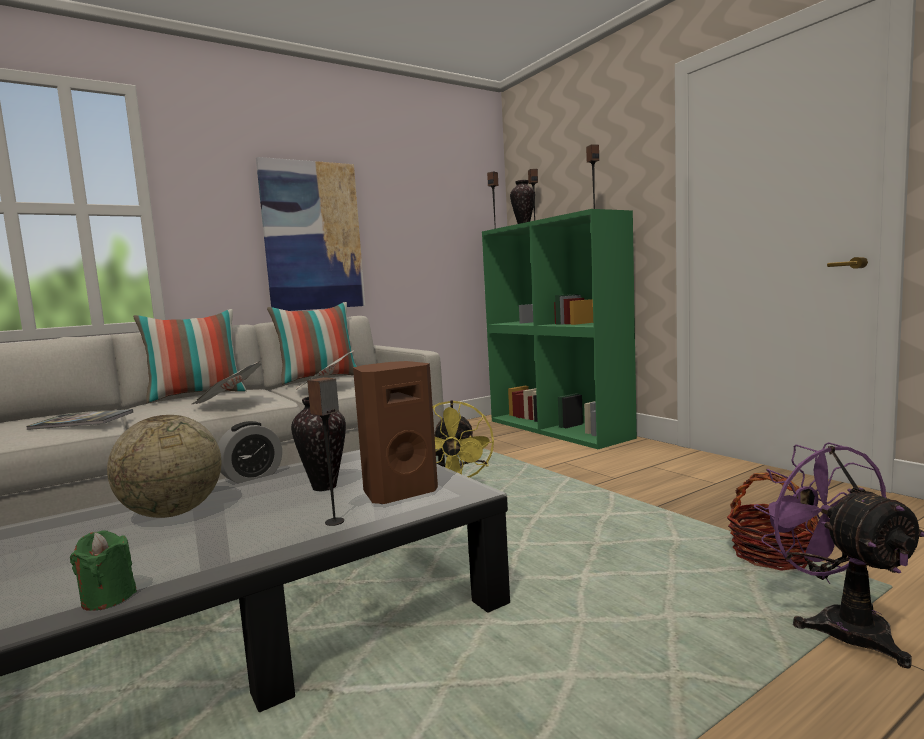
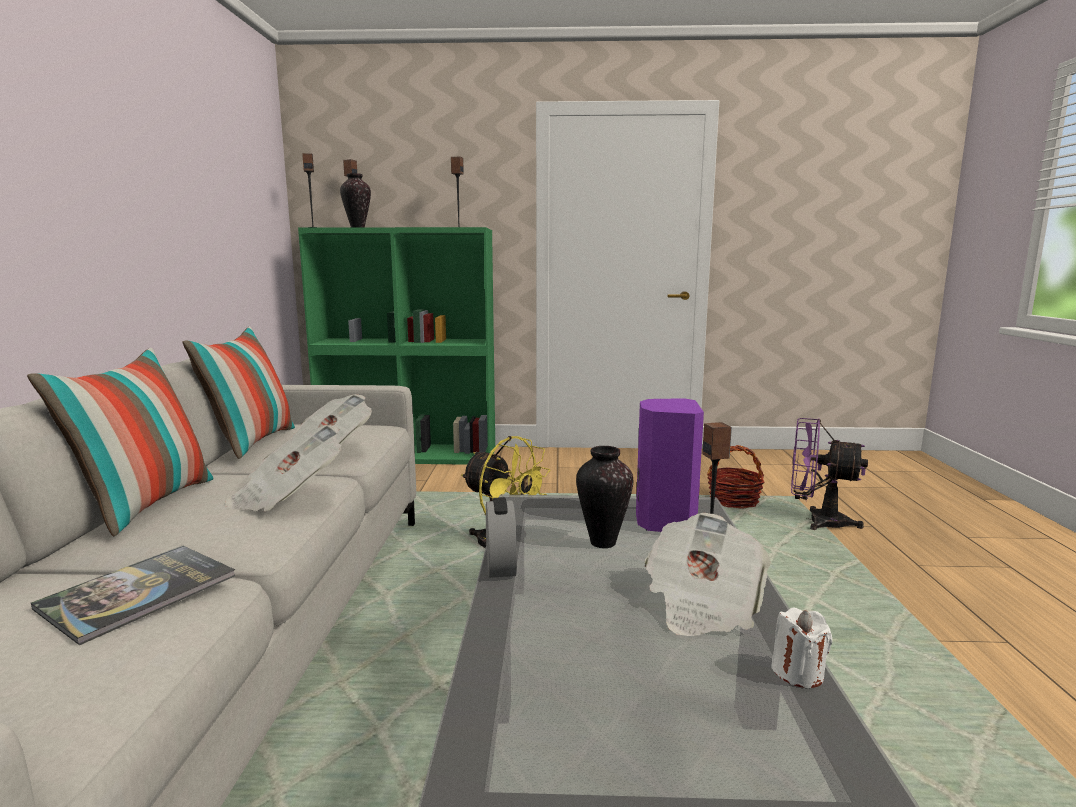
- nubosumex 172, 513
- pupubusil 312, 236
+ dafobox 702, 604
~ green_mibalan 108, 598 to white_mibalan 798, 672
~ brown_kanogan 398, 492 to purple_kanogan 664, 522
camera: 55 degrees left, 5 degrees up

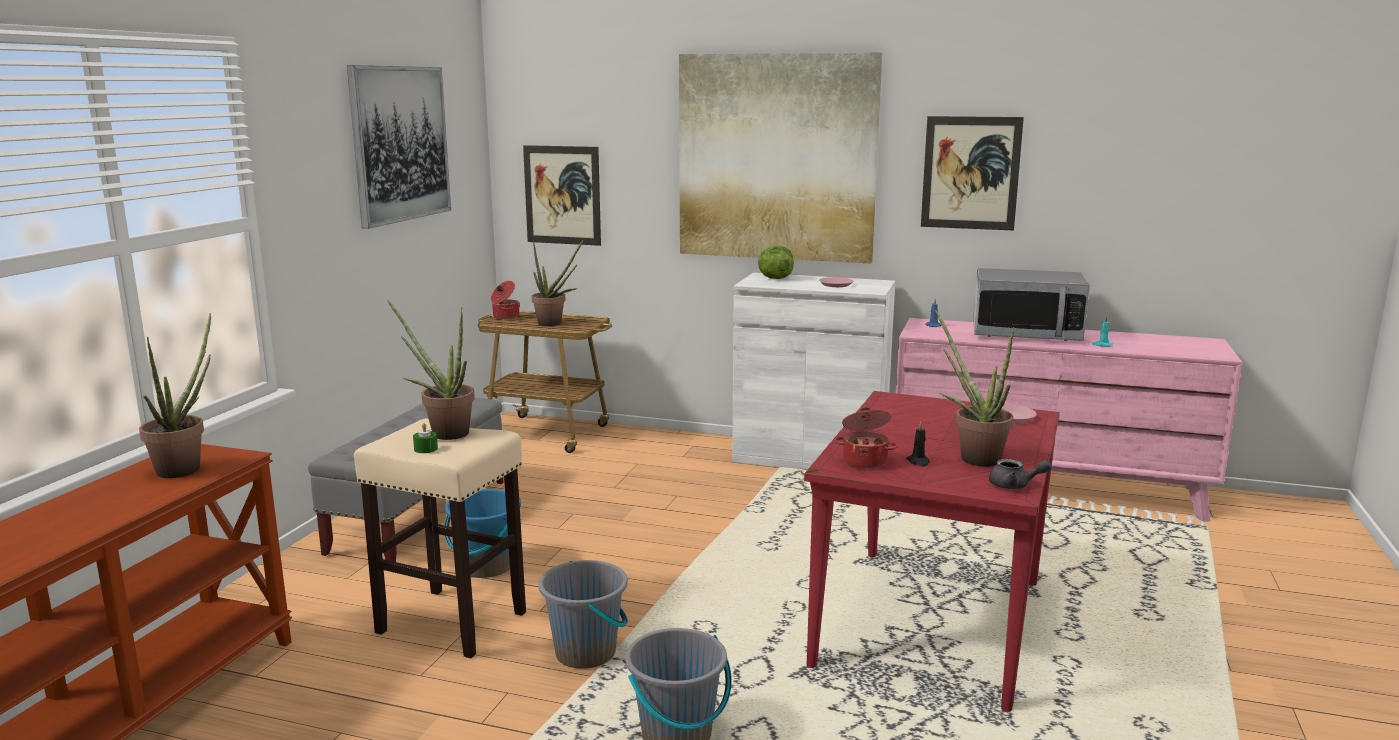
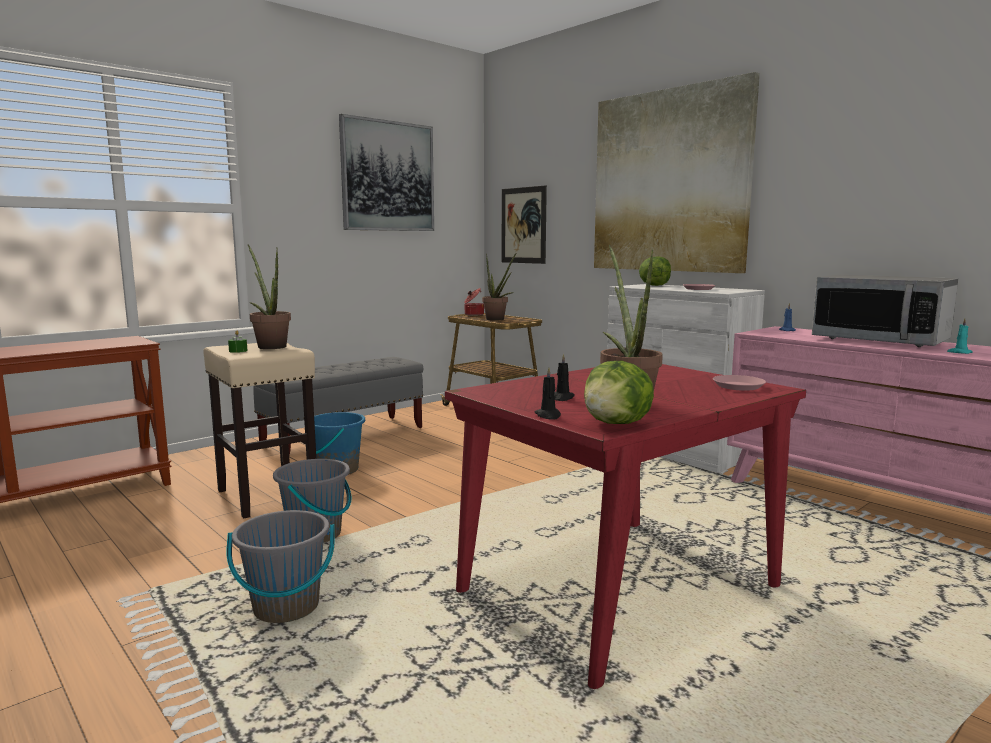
- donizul 185, 467
- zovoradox 865, 461
- pupubusil 970, 173
+ black_mibalan 548, 416
~ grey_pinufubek 1014, 486 to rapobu 617, 424
camera: 30 degrees right, 5 degrees down

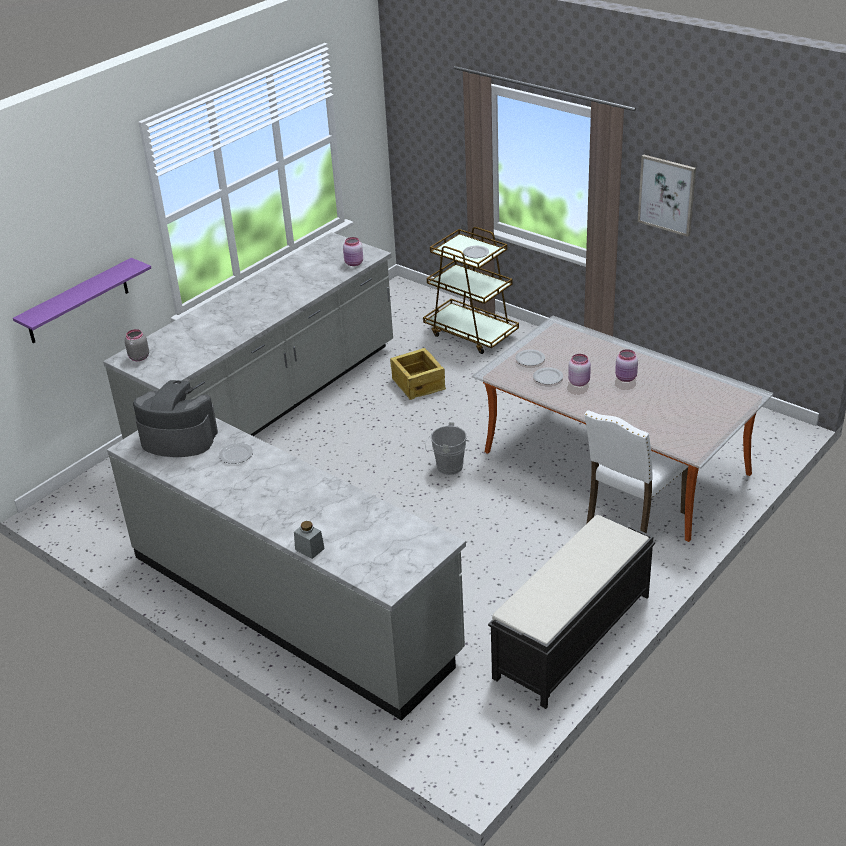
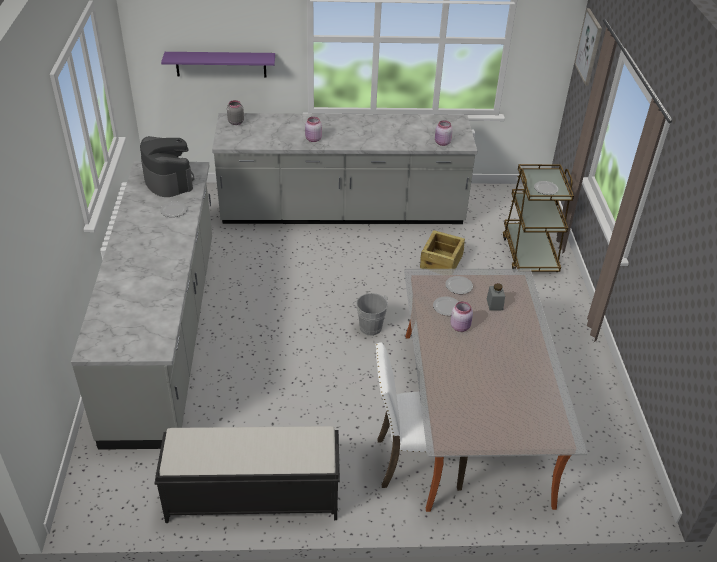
~ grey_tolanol 309, 549 to 494, 304
~ pink_tolanol 626, 378 to 313, 139
~ pupubusil 667, 194 to 589, 46
camera: 45 degrees right, 5 degrees up

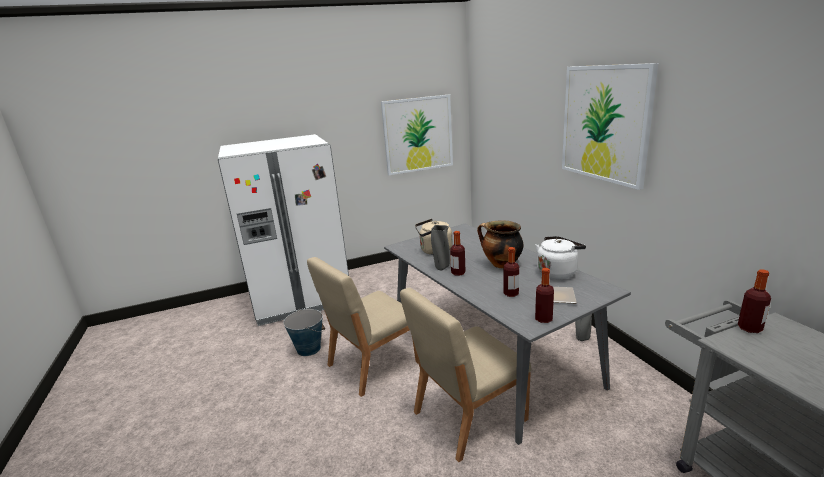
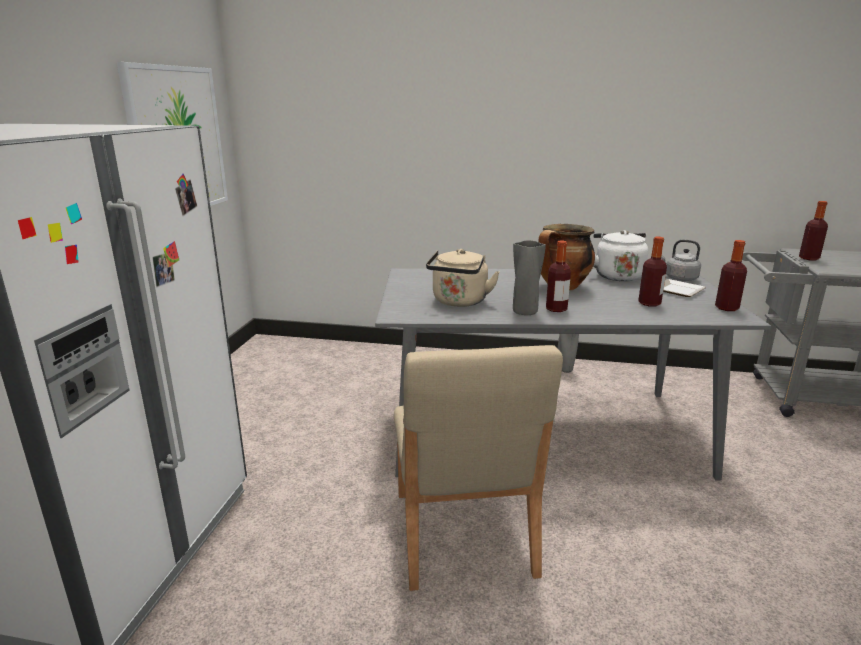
- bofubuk 308, 349
- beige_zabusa 467, 416
- pupubusil 605, 123
+ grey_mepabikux 679, 278
camera: 60 degrees left, 0 degrees up

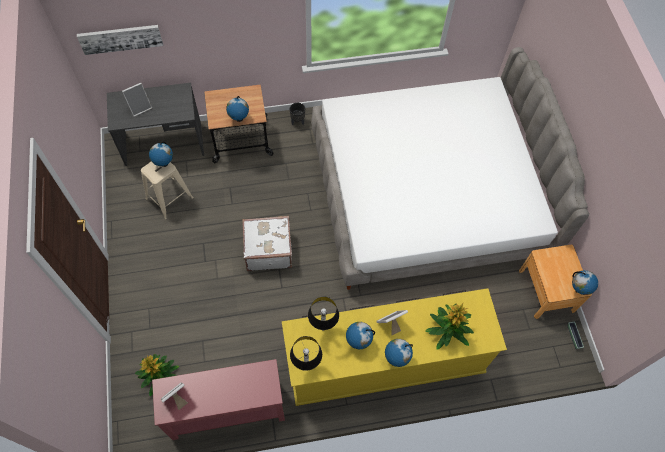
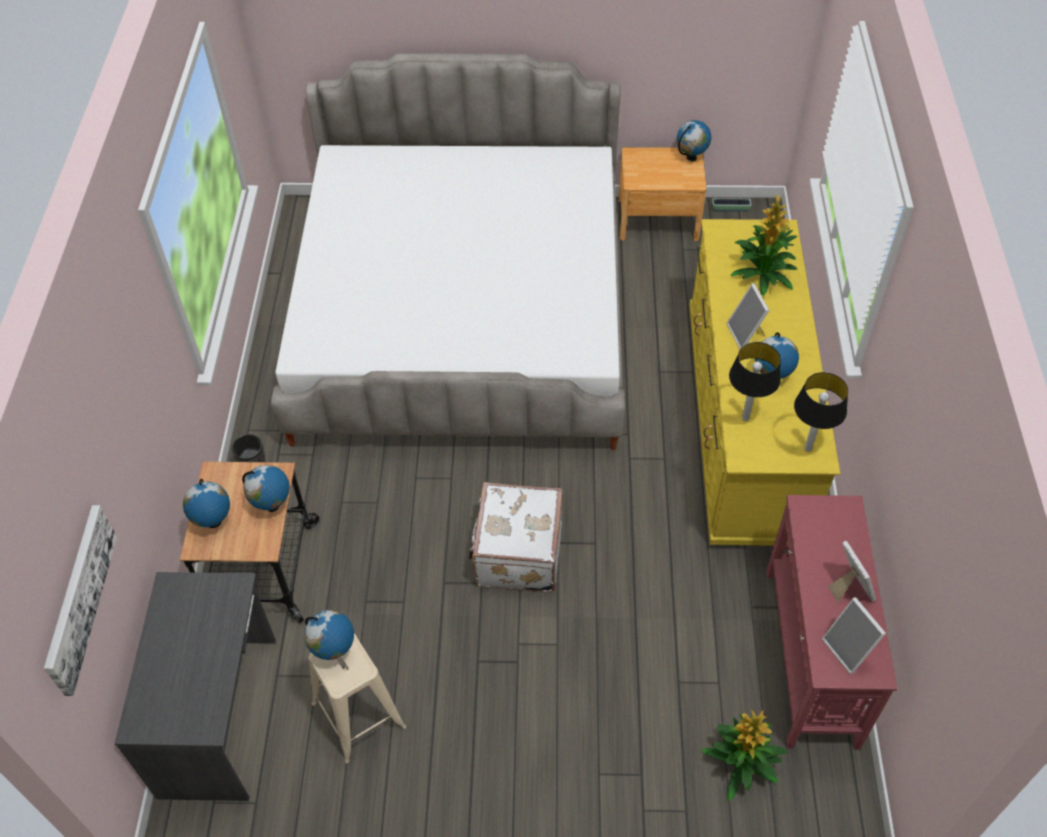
~ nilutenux 140, 107 to 849, 587
~ nubosumex 396, 358 to 213, 522
camera: 75 degrees left, 10 degrees down

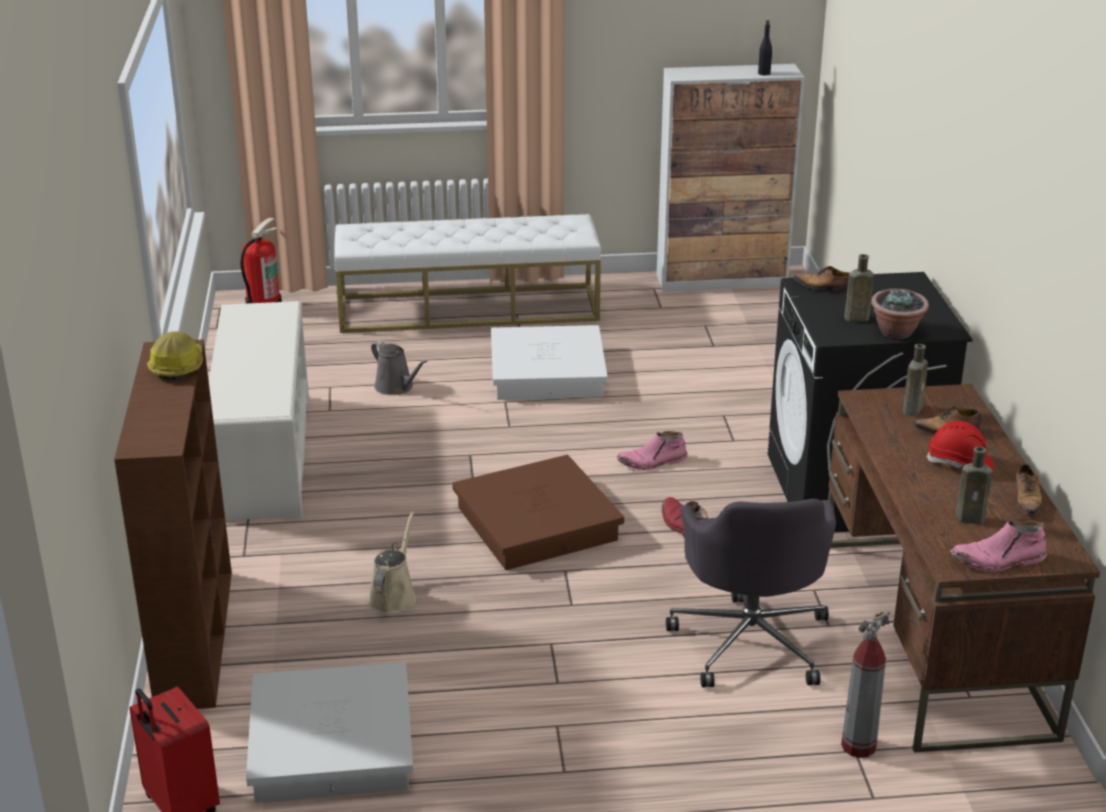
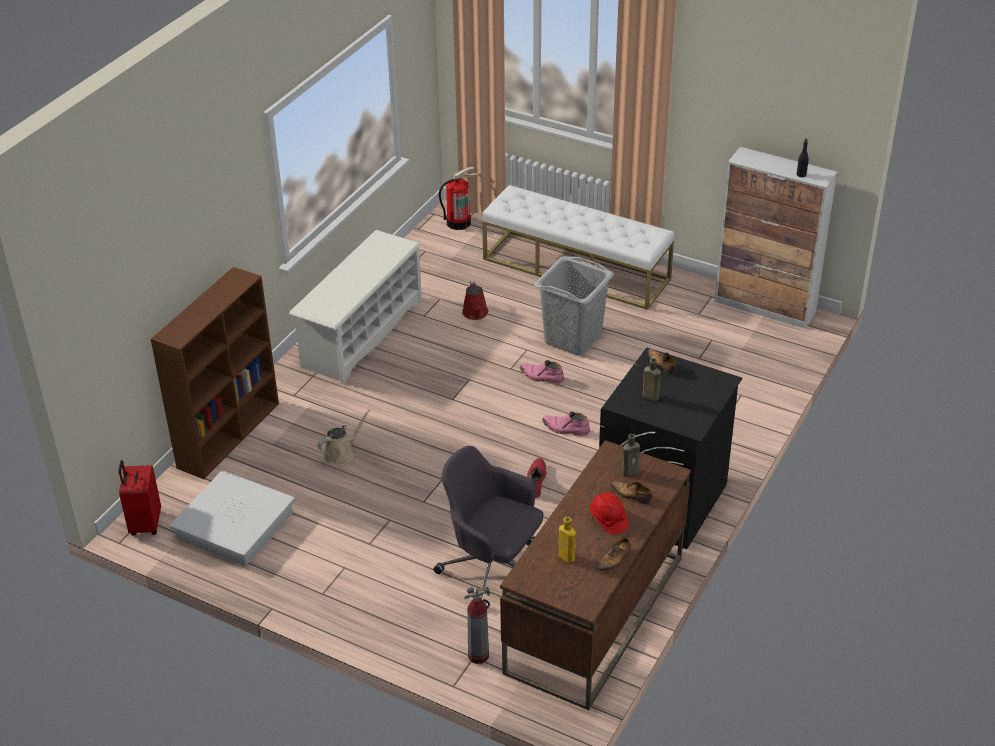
- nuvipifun 177, 366
- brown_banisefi 536, 524
- donizul 896, 332
~ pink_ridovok 998, 560 to 541, 377
~ white_banisefi 548, 373 to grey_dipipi 573, 338
~ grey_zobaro 396, 387 to red_zobaro 475, 313
~ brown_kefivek 972, 519 to yellow_kefivek 567, 557
~ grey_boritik 751, 640 = 492, 568 90 degrees clockwise
camera: 35 degrees right, 10 degrees up

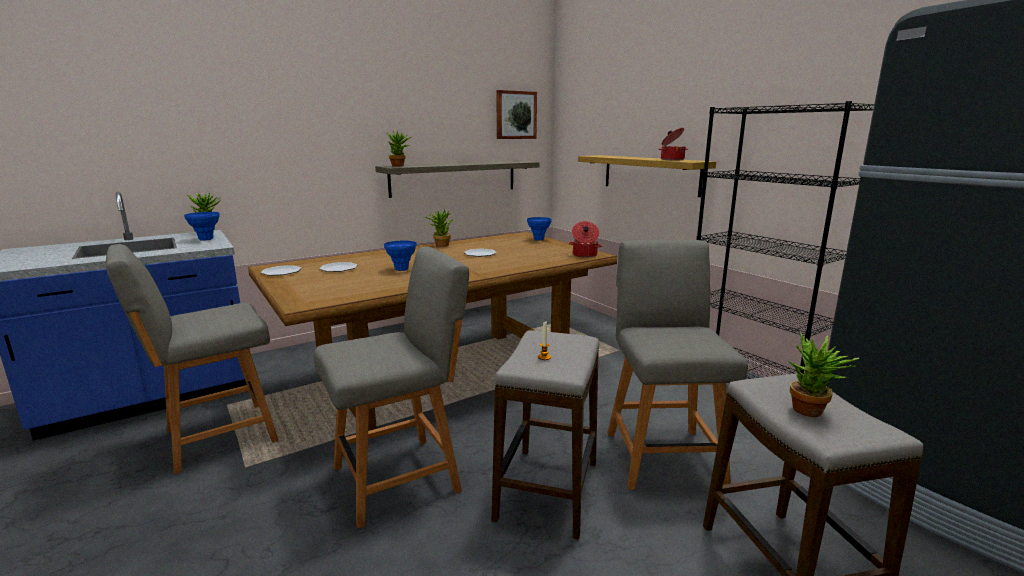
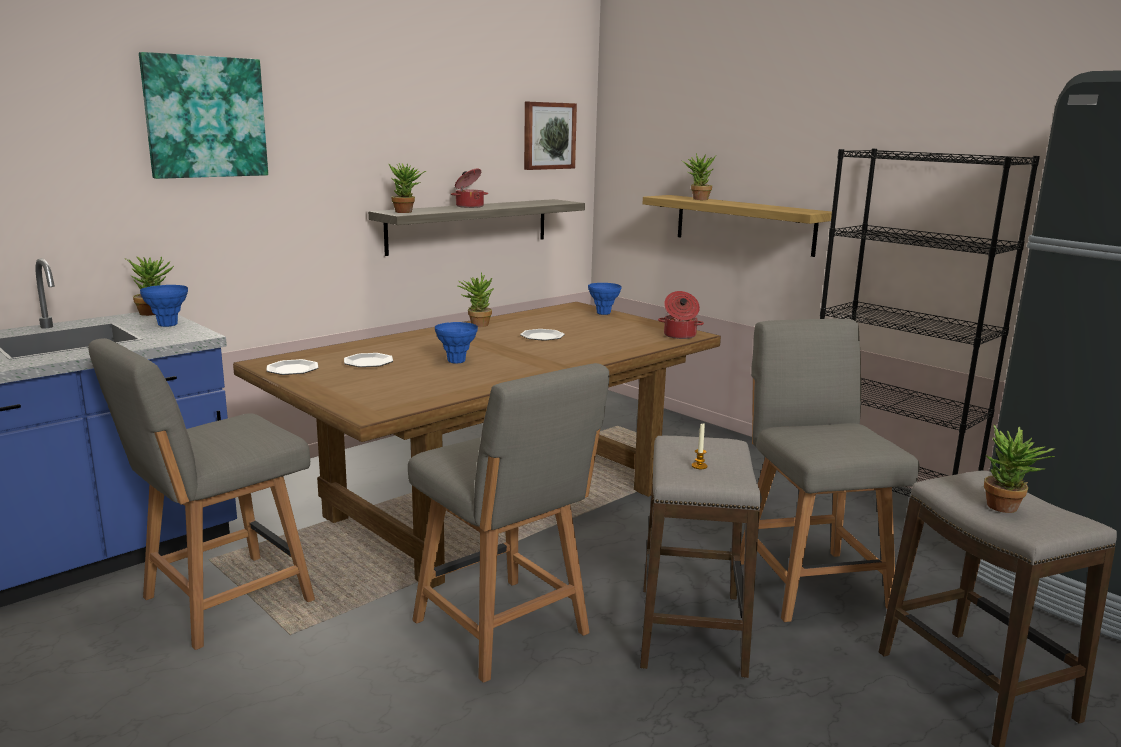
+ pupubusil 205, 117
+ donizul 697, 199
~ zovoradox 671, 159 to 469, 206
~ grey_zabusa 401, 477 = 504, 630 90 degrees clockwise
camera: 10 degrees left, 0 degrees up

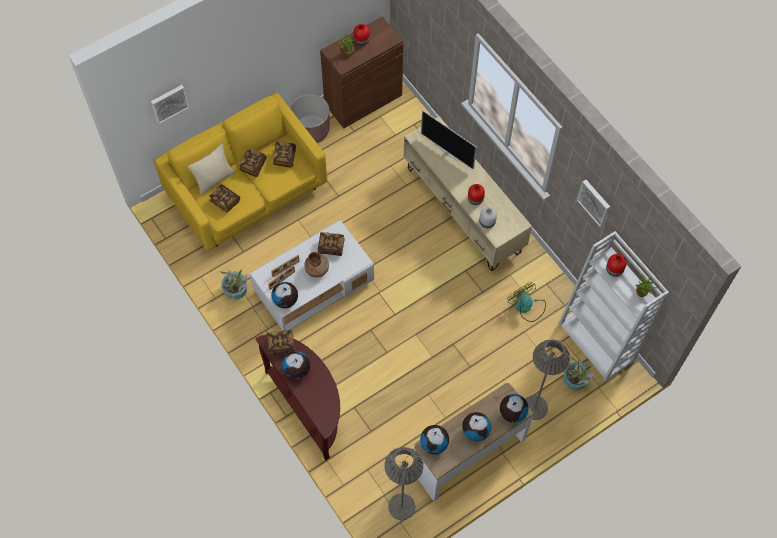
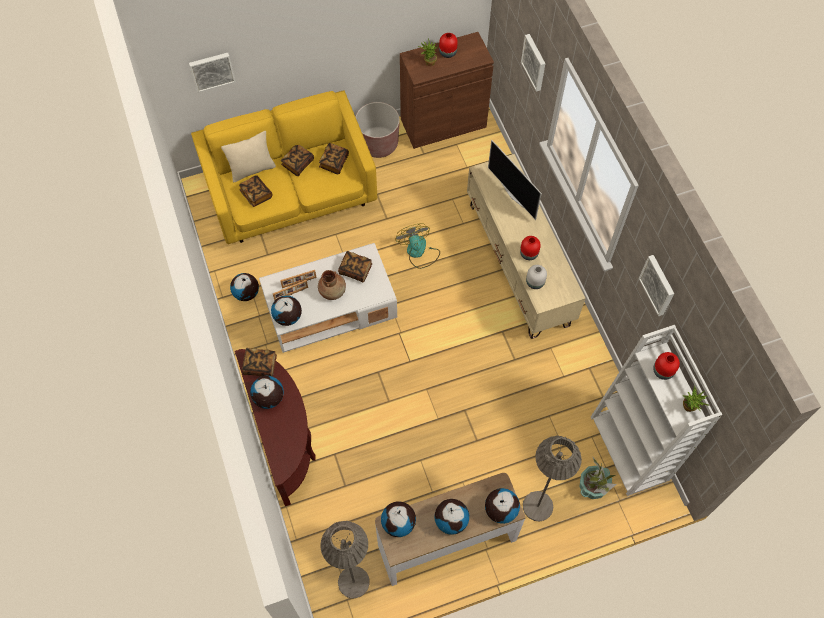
+ pupubusil 535, 62
~ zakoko 526, 307 to 418, 252
~ donizul 235, 290 to nubosumex 246, 293
camera: 15 degrees right, 0 degrees up

